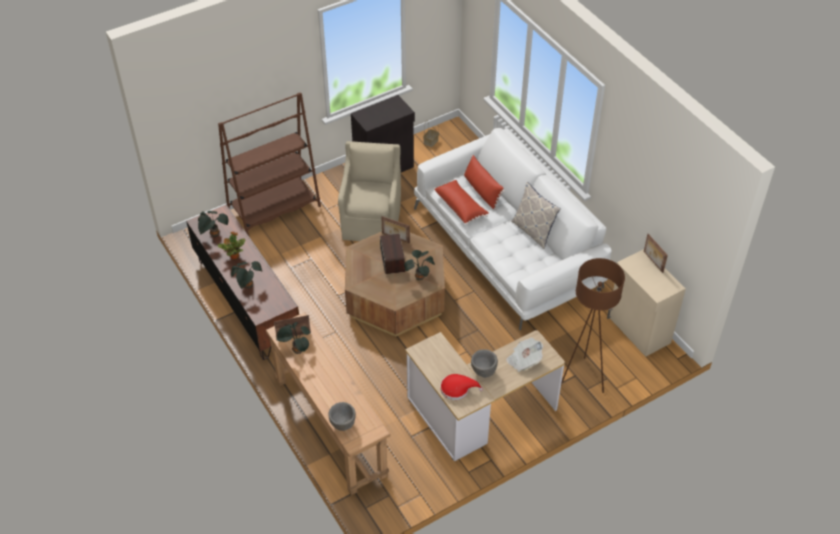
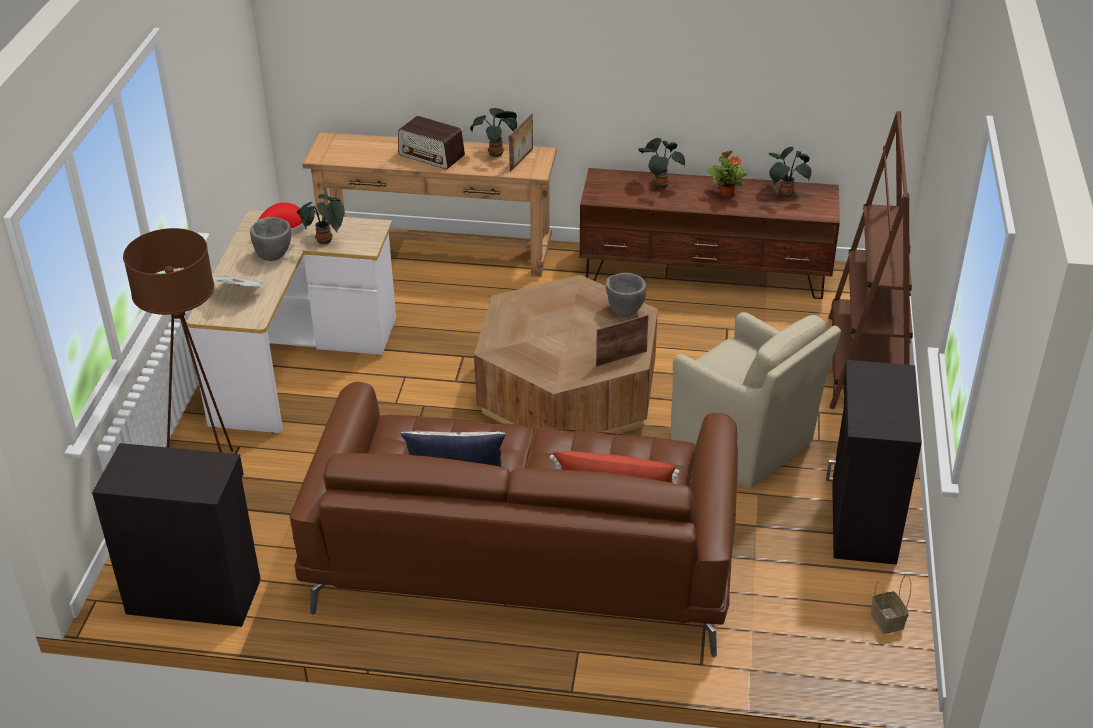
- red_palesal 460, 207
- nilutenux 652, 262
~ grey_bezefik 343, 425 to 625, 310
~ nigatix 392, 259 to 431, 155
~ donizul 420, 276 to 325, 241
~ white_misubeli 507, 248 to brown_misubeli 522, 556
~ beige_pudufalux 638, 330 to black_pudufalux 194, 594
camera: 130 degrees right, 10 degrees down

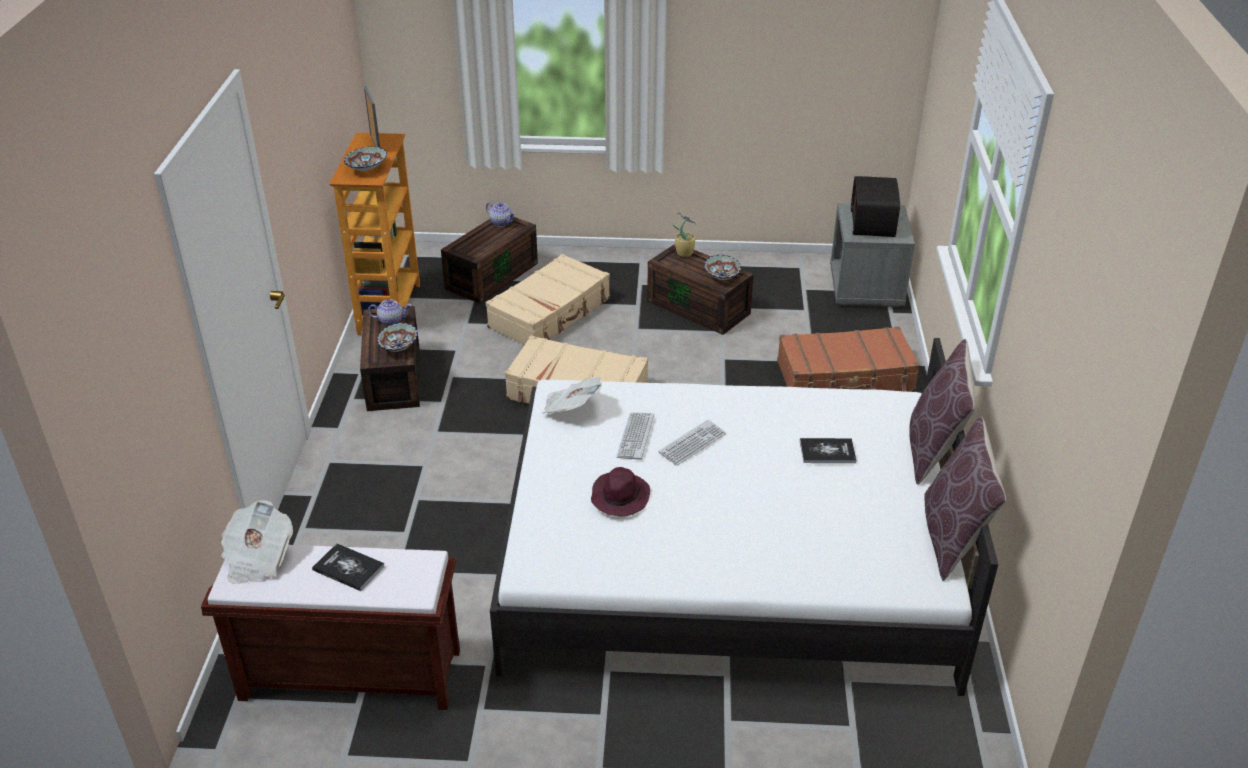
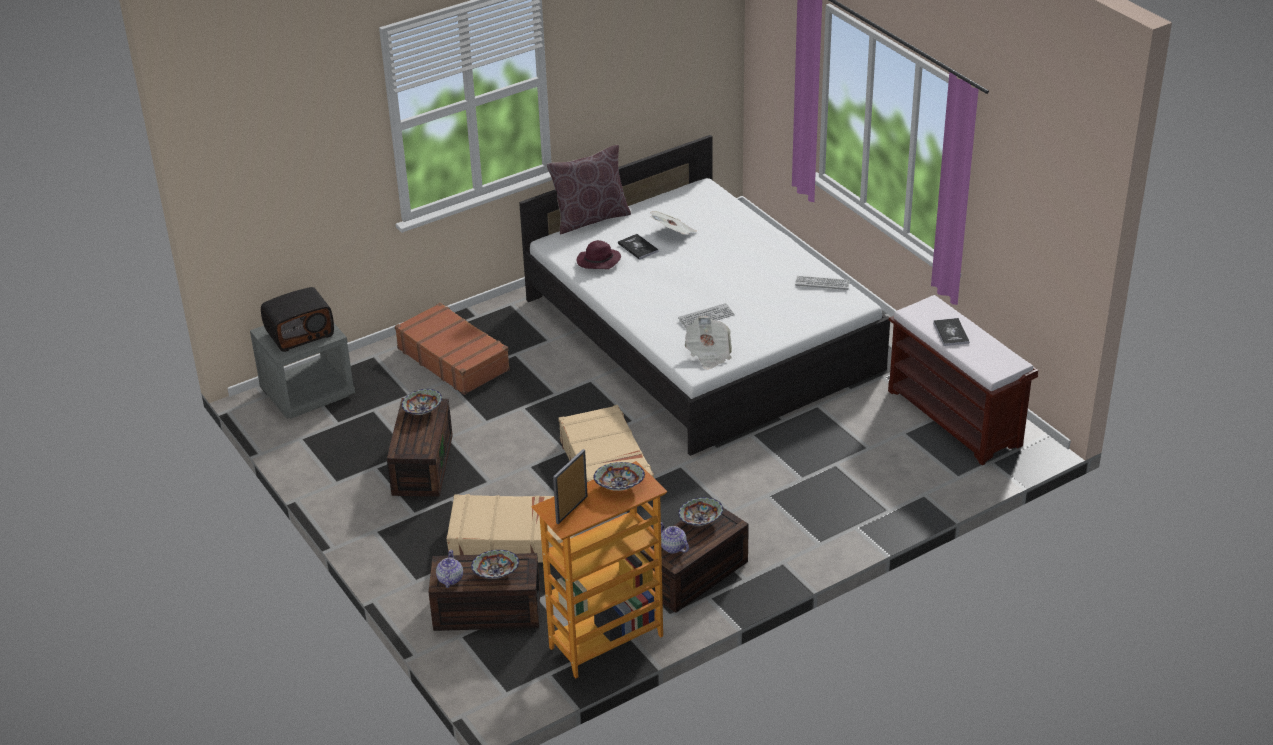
- donizul 684, 252
- brown_palesal 953, 537
+ bezefik 496, 573
~ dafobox 257, 558 to 673, 233
~ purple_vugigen 619, 497 to 598, 261
~ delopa 692, 443 to 822, 283
camera: 125 degrees left, 0 degrees up

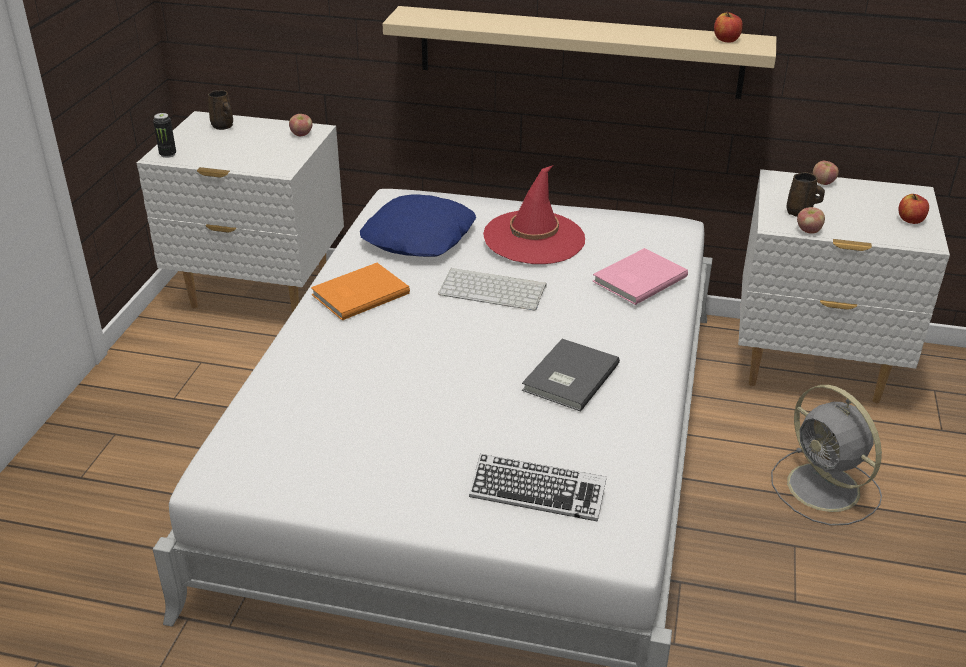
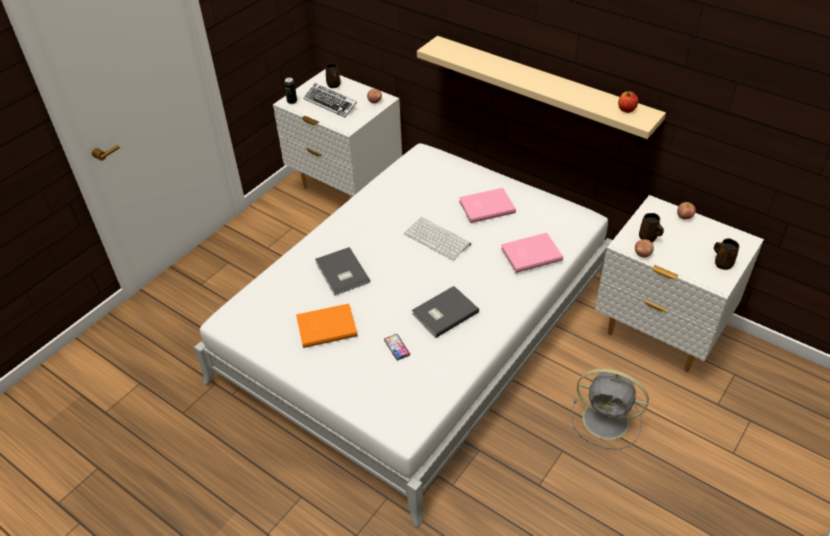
- blue_palesal 420, 237
+ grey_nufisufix 341, 273
+ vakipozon 397, 347
~ orange_nufisufix 358, 293 to 325, 326
~ delopa 537, 493 to 330, 103
~ red_vugigen 534, 238 to pink_nufisufix 485, 206
~ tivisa 910, 220 to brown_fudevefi 722, 263
~ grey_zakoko 826, 489 = 608, 421 60 degrees counterclockwise
camera: 25 degrees right, 10 degrees up

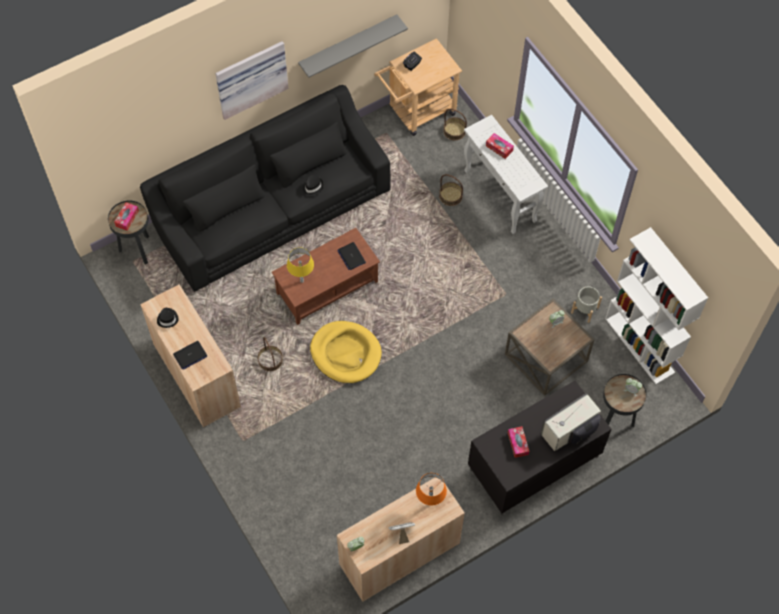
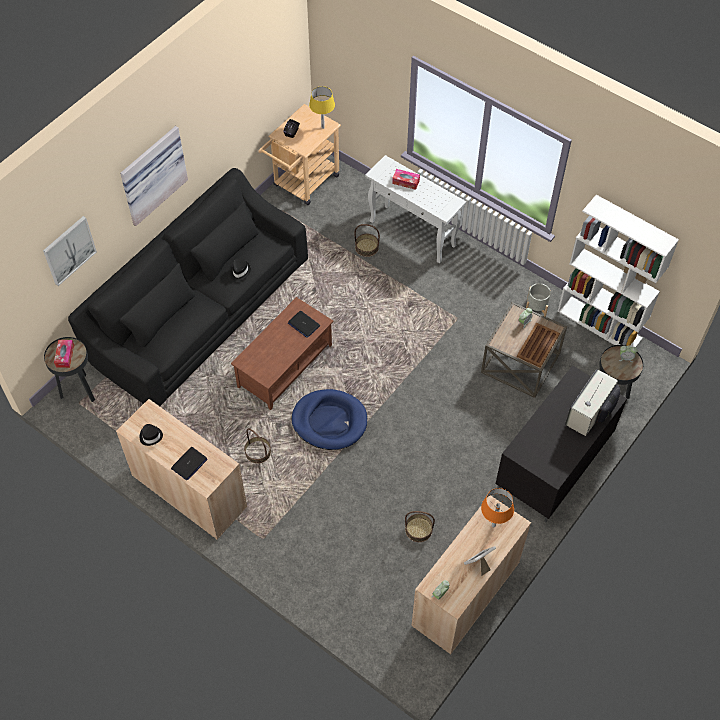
- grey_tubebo 348, 45
- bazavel 518, 443
+ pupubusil 69, 250
+ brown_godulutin 537, 345
~ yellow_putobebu 302, 281 to 323, 127
~ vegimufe 454, 131 to 418, 529
~ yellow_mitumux 345, 353 to blue_mitumux 329, 421
camera: 20 degrees left, 5 degrees down

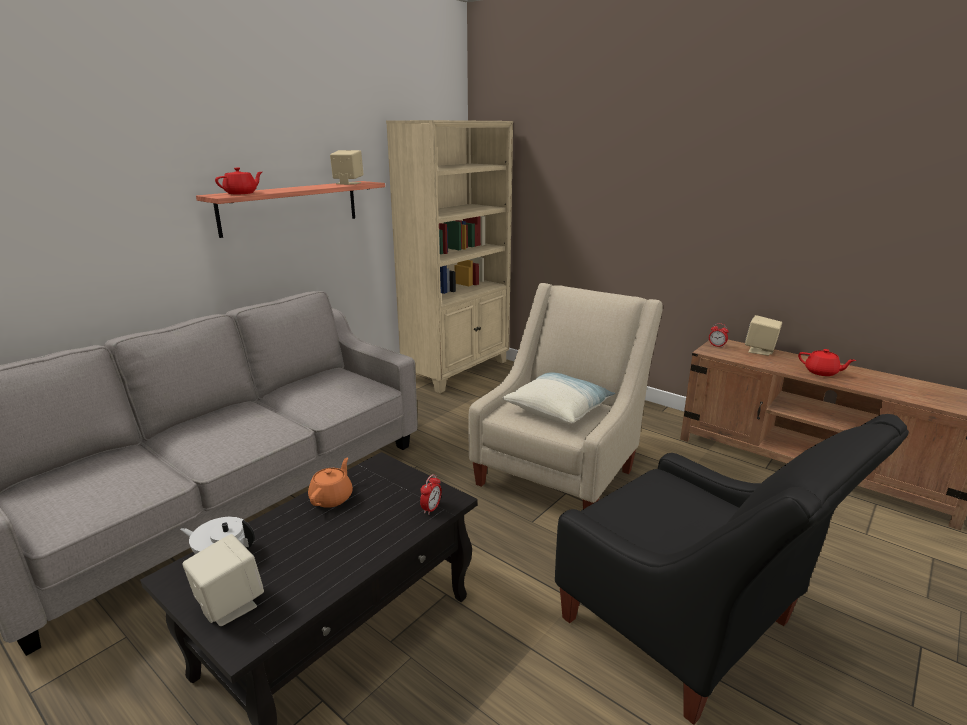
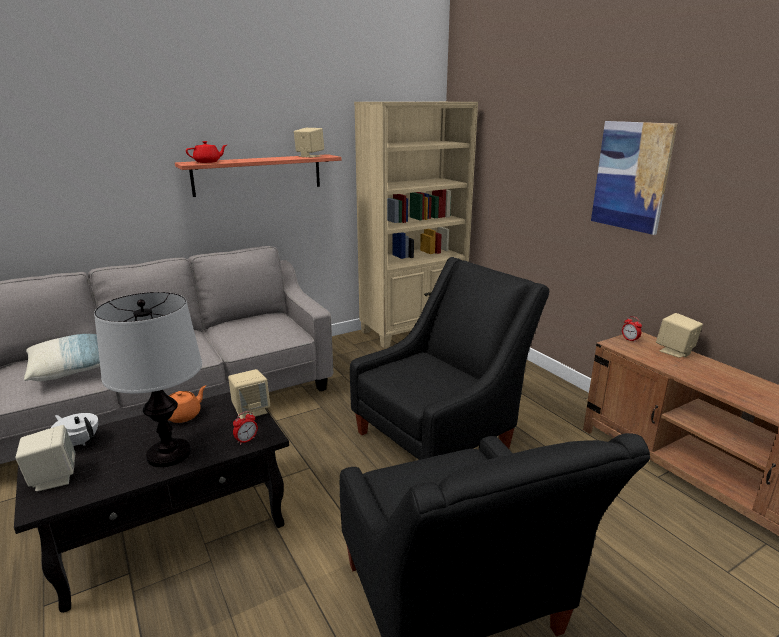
- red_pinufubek 822, 372
+ putobebu 168, 453
+ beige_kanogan 251, 411
+ pupubusil 631, 176
~ palesal 558, 410 to 72, 368
~ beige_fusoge 560, 472 to black_fusoge 441, 437
camera: 20 degrees right, 0 degrees up

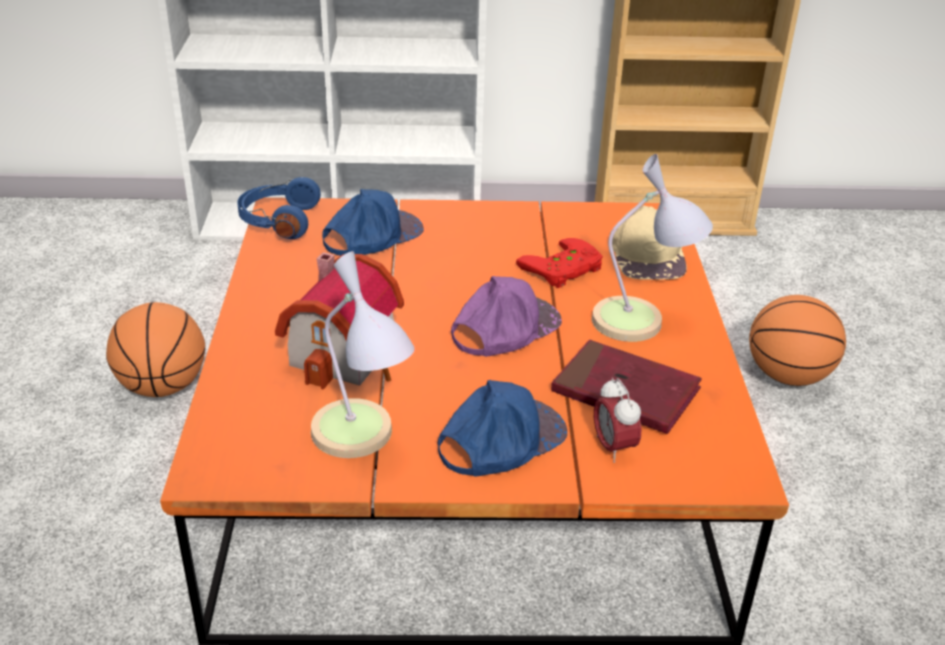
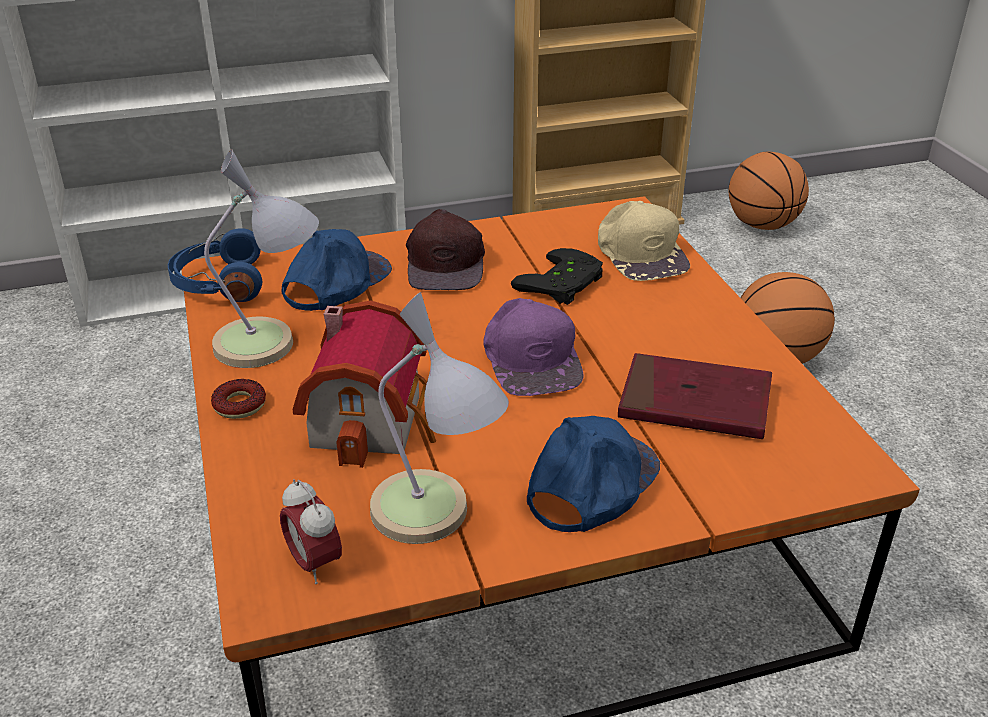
+ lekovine 240, 405
+ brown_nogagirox 447, 263
~ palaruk 163, 387 to 762, 225
~ putobebu 642, 321 to 272, 342
~ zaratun 613, 447 to 314, 563
~ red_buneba 564, 270 to black_buneba 564, 284
~ purple_nogagirox 504, 327 = 532, 357 135 degrees clockwise
camera: 15 degrees left, 0 degrees up

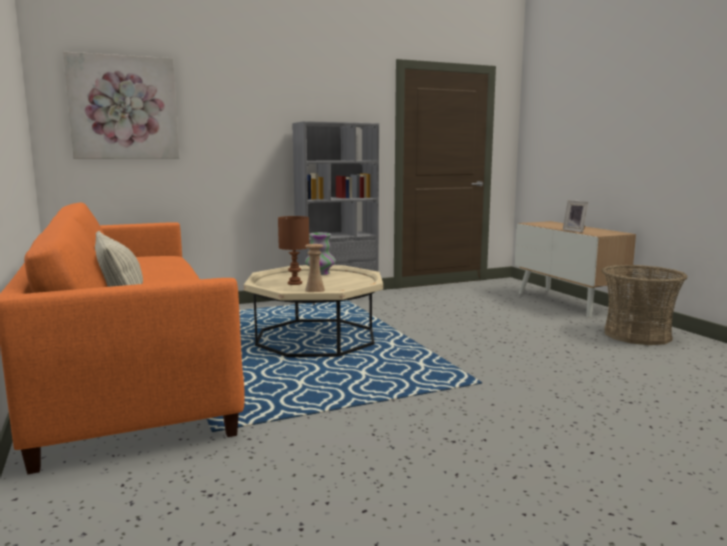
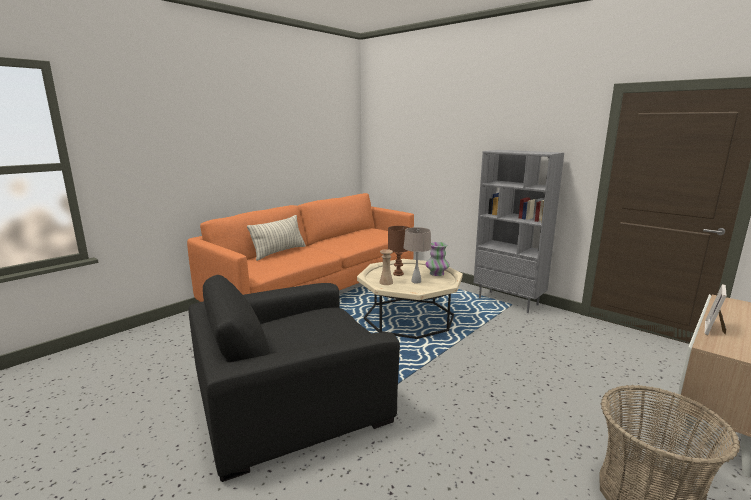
- pupubusil 124, 108
+ black_fusoge 291, 400
+ beige_putobebu 416, 281
camera: 65 degrees right, 5 degrees up

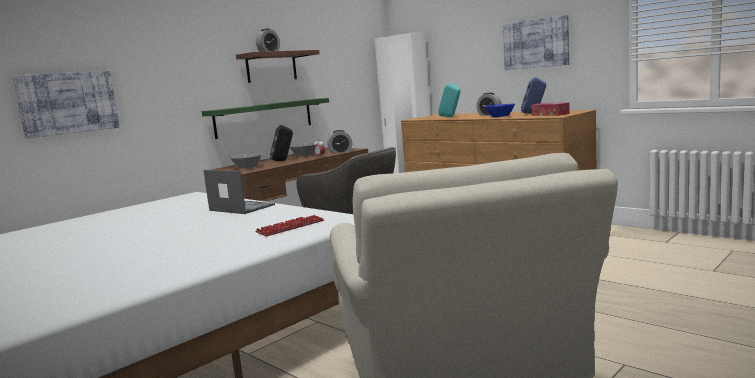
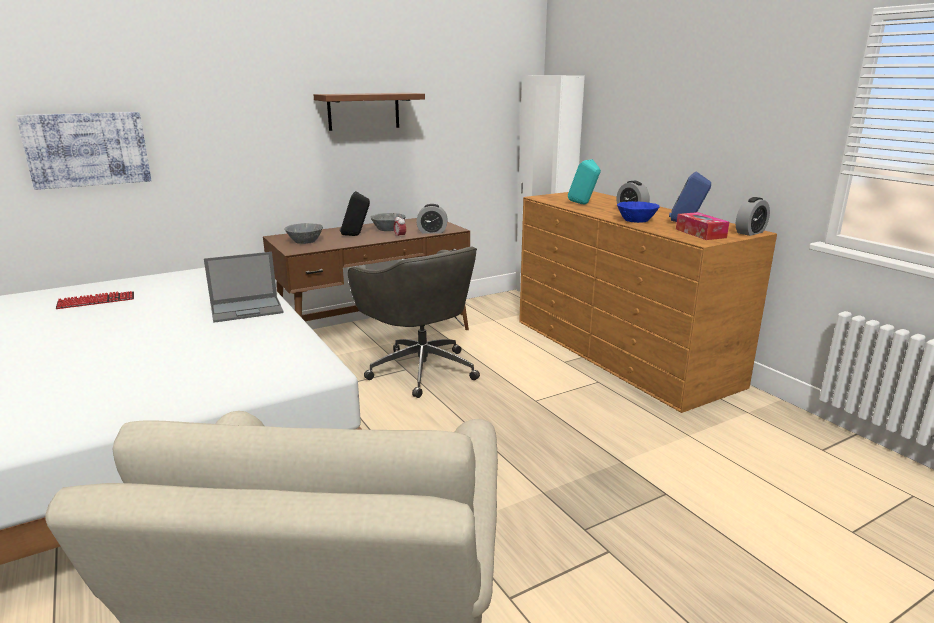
- green_tubebo 264, 118
- pupubusil 535, 43
~ delopa 290, 227 to 96, 301
~ zaratun 269, 52 to 750, 232
~ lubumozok 241, 207 = 247, 309 105 degrees clockwise
camera: 15 degrees right, 10 degrees up

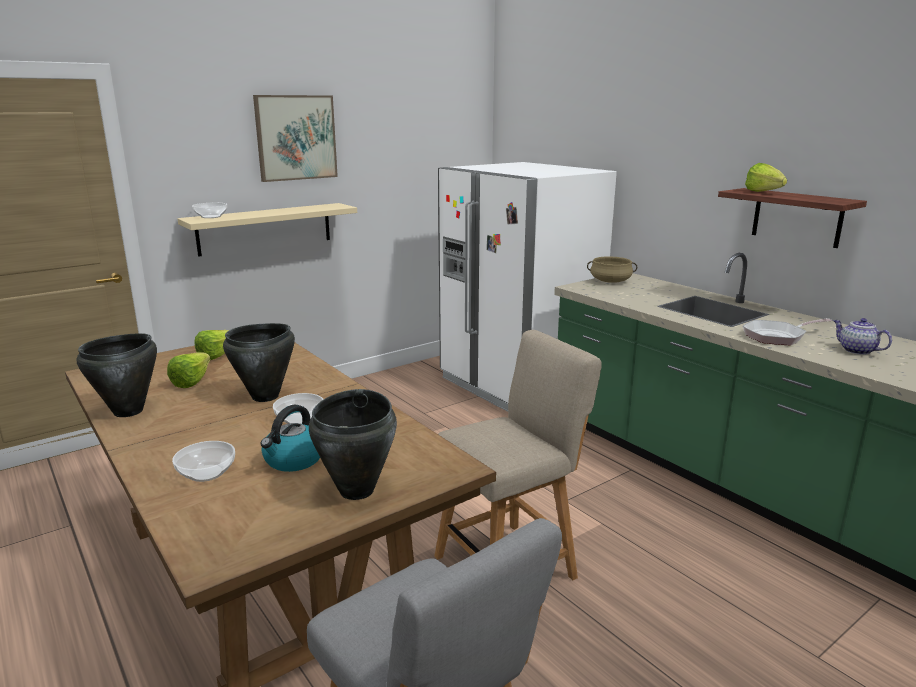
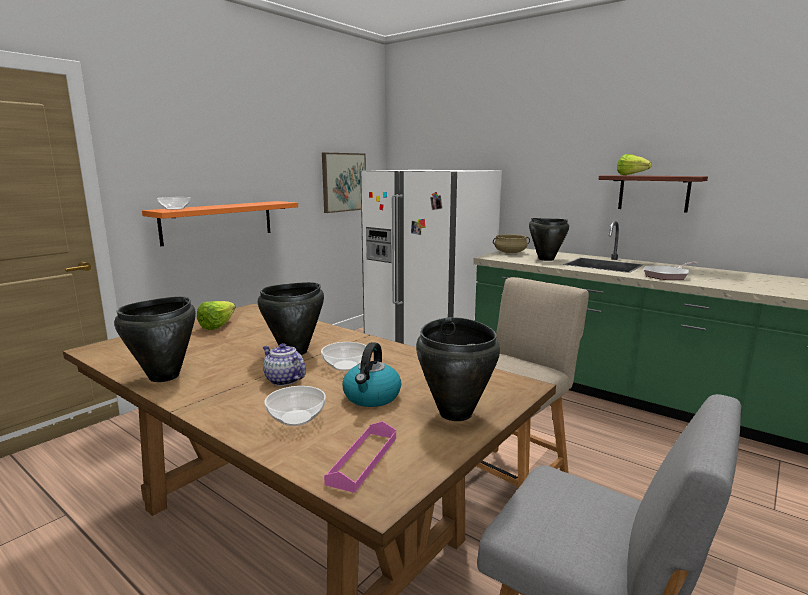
- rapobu 195, 380
+ pink_godulutin 363, 460
+ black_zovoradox 545, 259
~ pupubusil 296, 137 to 343, 182
~ pinufubek 856, 350 to 283, 380
~ beige_tubebo 265, 228 to orange_tubebo 218, 222
camera: 15 degrees left, 5 degrees down

